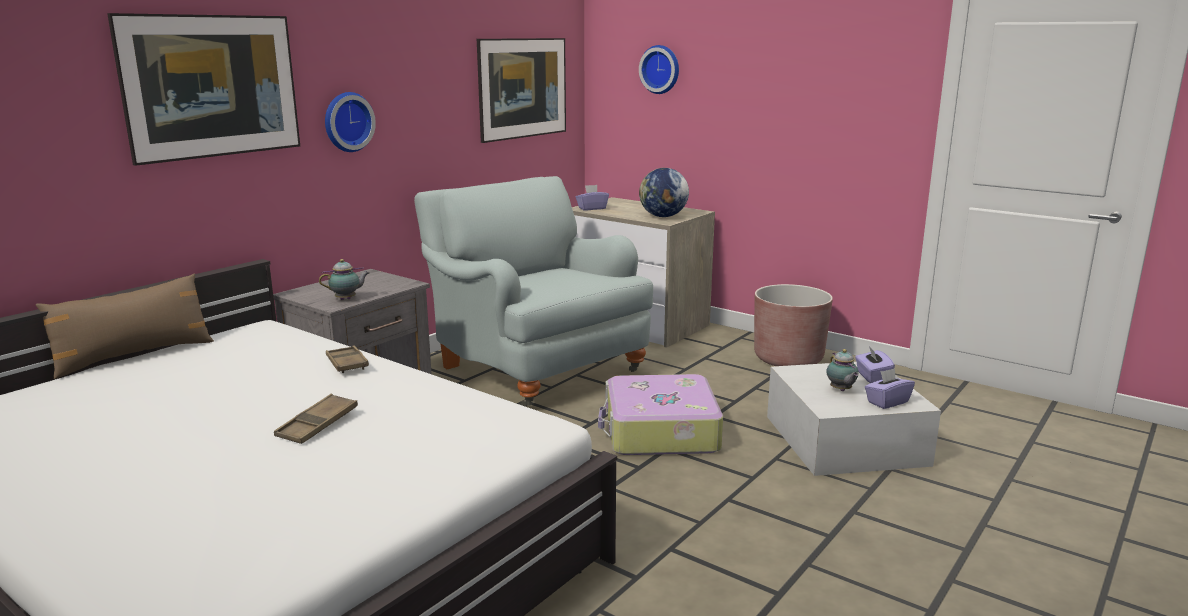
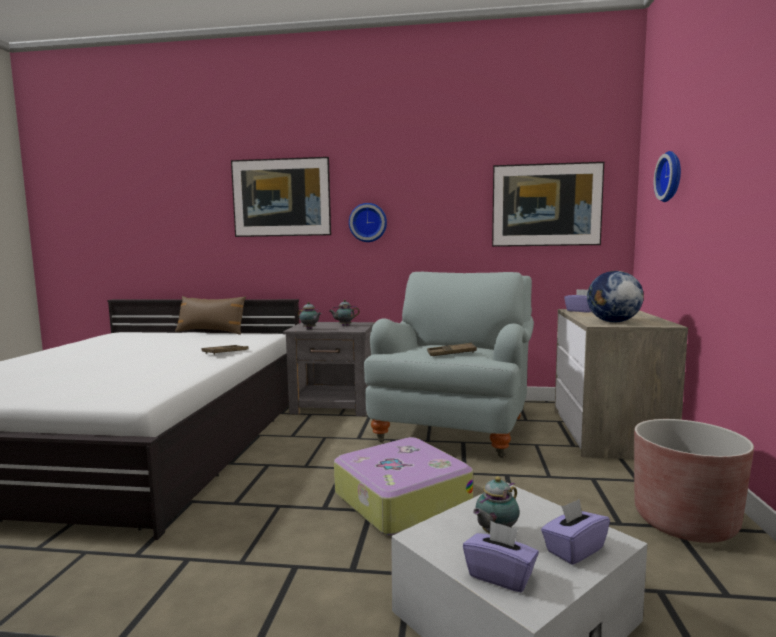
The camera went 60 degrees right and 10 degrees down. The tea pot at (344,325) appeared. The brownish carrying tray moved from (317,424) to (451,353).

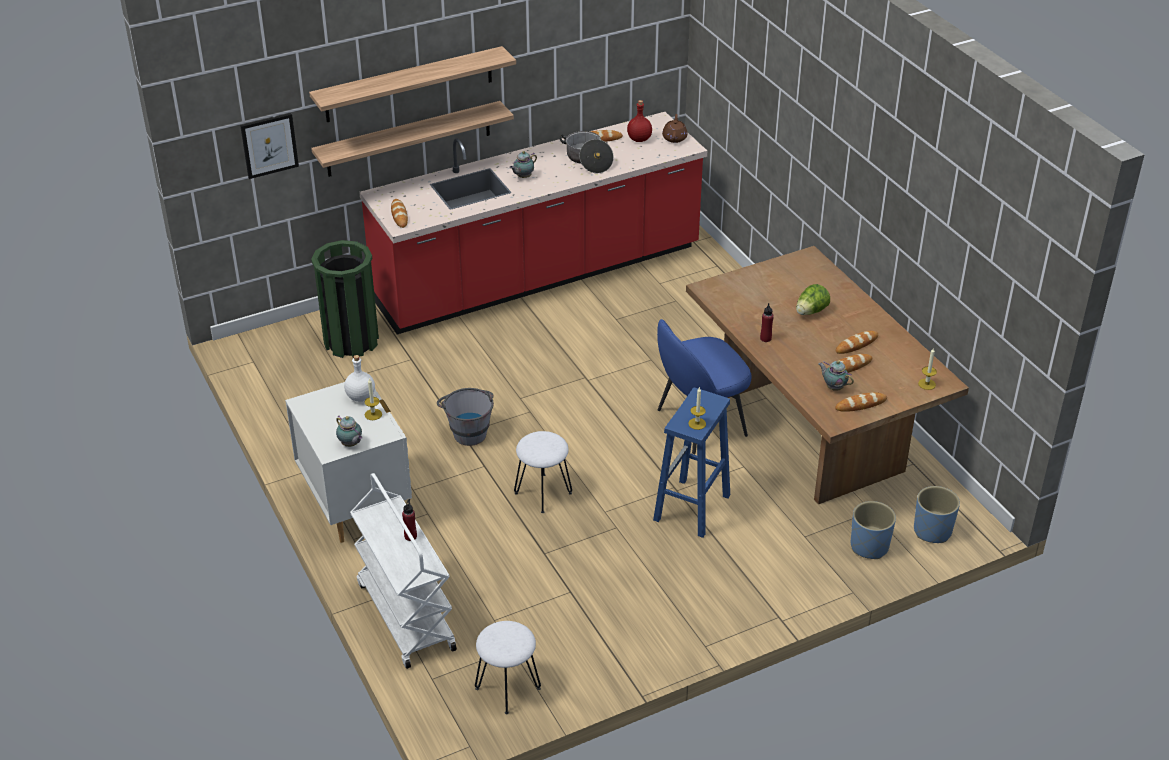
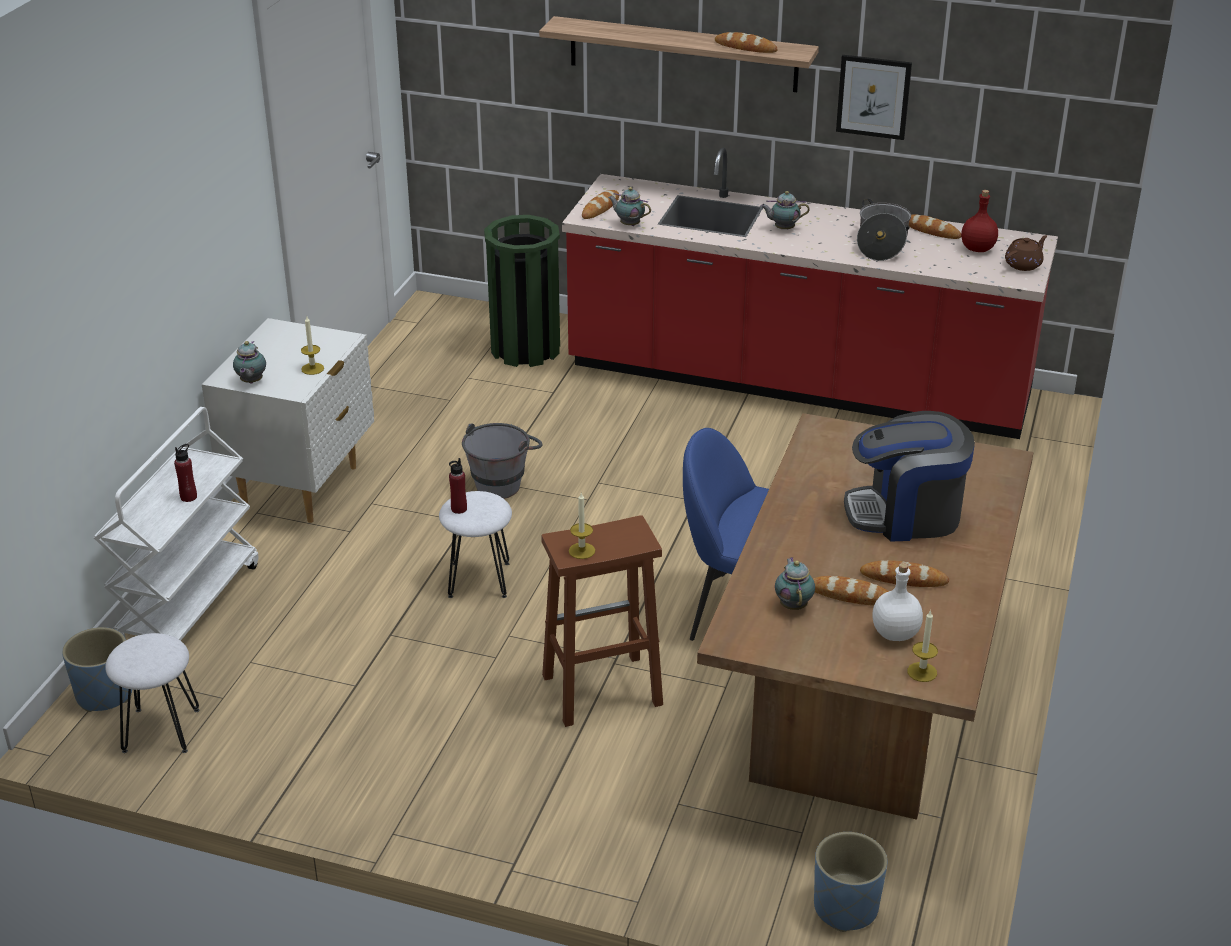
The camera went 45 degrees right and 5 degrees down. The wall shelf at (409,139) disappeared. The tea pot at (629,224) appeared. The picture moved from (269,145) to (873,96). The white-coloured beverage bottle moved from (361,397) to (895,634). The red beverage bottle moved from (765,338) to (459,509). The bakery bread moved from (860,404) to (745,47). The blue-coloured flower pot moved from (869,546) to (104,695). The lettuce head at (811,312) was replaced by the coffee maker at (905,514). The blue-coloured stool seat at (691,508) became the brownish stool seat at (600,691).

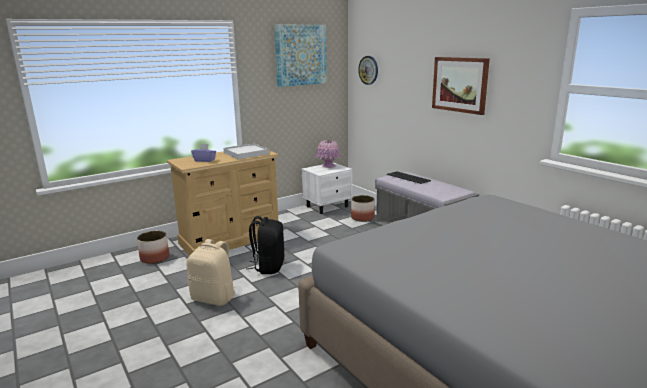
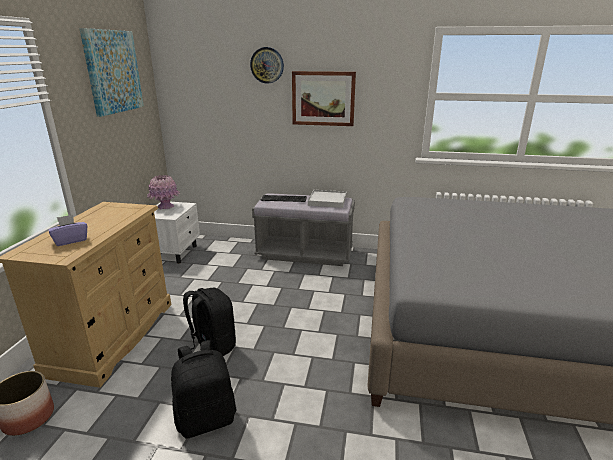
The camera went 45 degrees left and 5 degrees up. The flower pot at (362,218) disappeared. The white-coloured carrying tray moved from (246,153) to (327,201). The clock on the wall moved from (368,70) to (267,65). The sand-coloured rucksack at (214,298) became the blackish rucksack at (206,419).

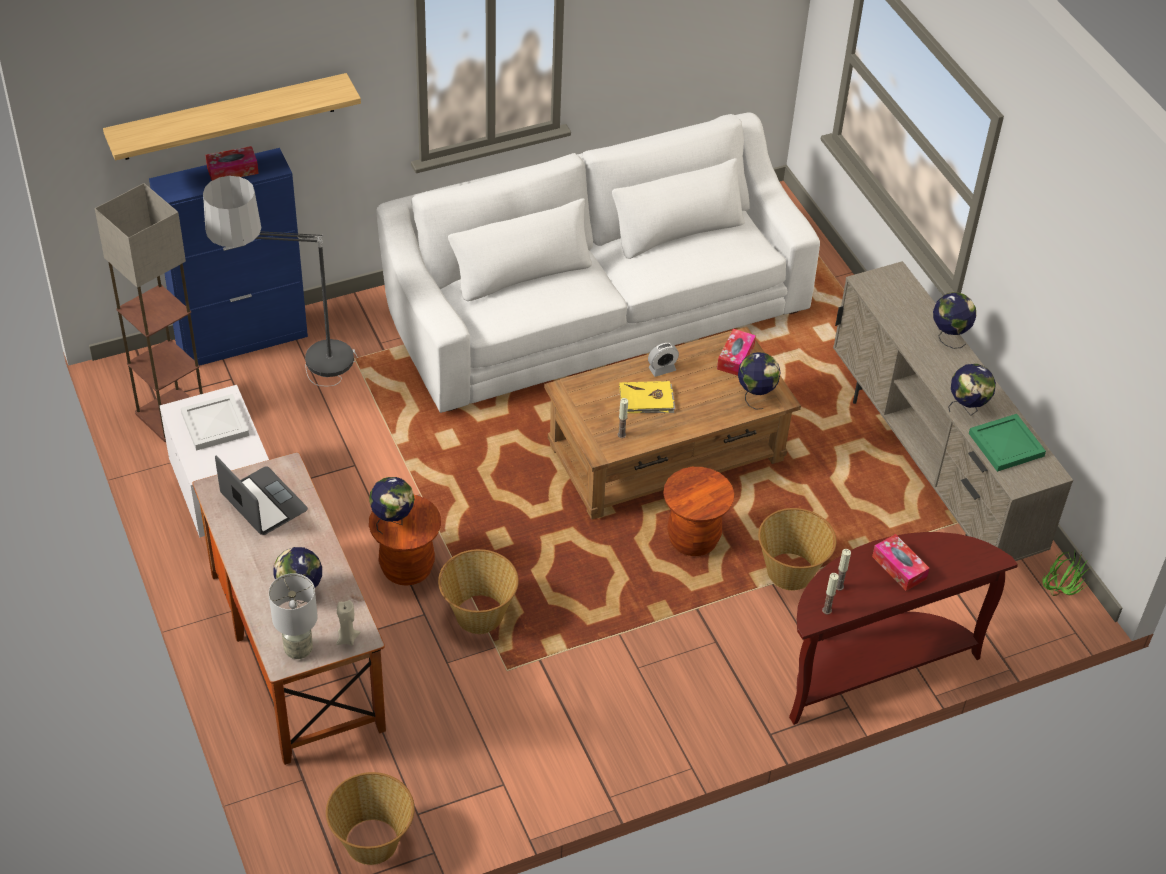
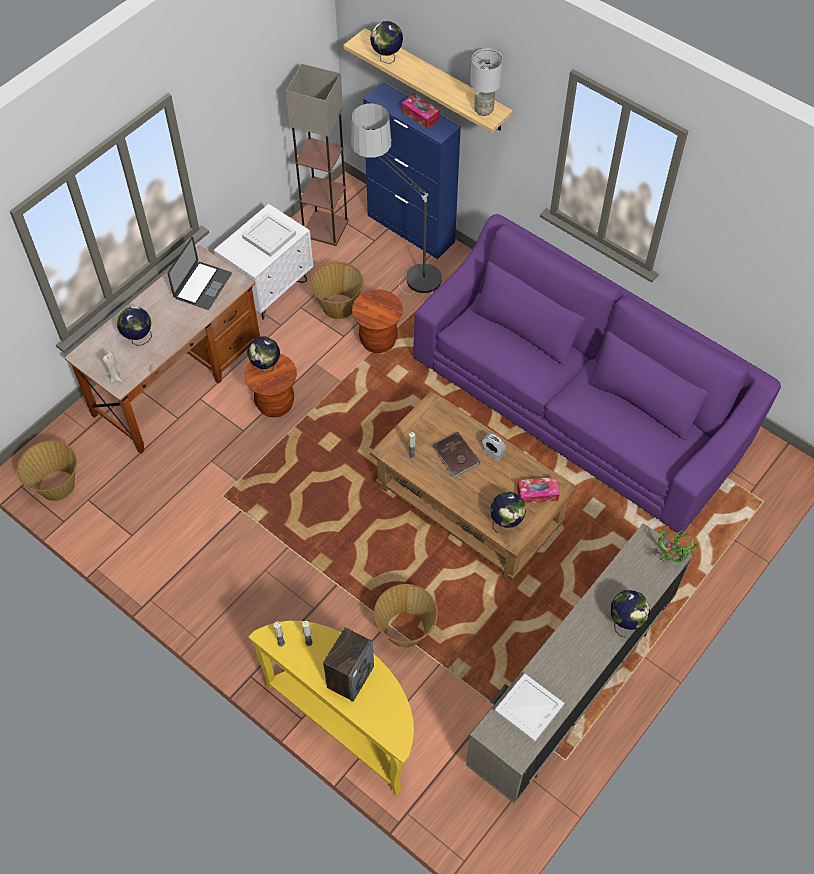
The camera went 65 degrees right and 10 degrees up. The greyish lamp for a table moved from (298,650) to (483,110). The storage basket moved from (478,614) to (338,306). The brownish stool seat moved from (693,539) to (378,341). The desk globe moved from (967,409) to (387,58). The potted plant moved from (1060,593) to (670,561). The tissue holder at (899,568) was replaced by the speaker at (350,676). The white-coloured couch at (597,311) became the purplish couch at (579,403). The yellow-coloured book at (646,400) became the brownish book at (455,456). The brownish hall table at (873,667) became the yellow-coloured hall table at (347,721). The green carrying tray at (1007,445) became the white-coloured carrying tray at (529,710).

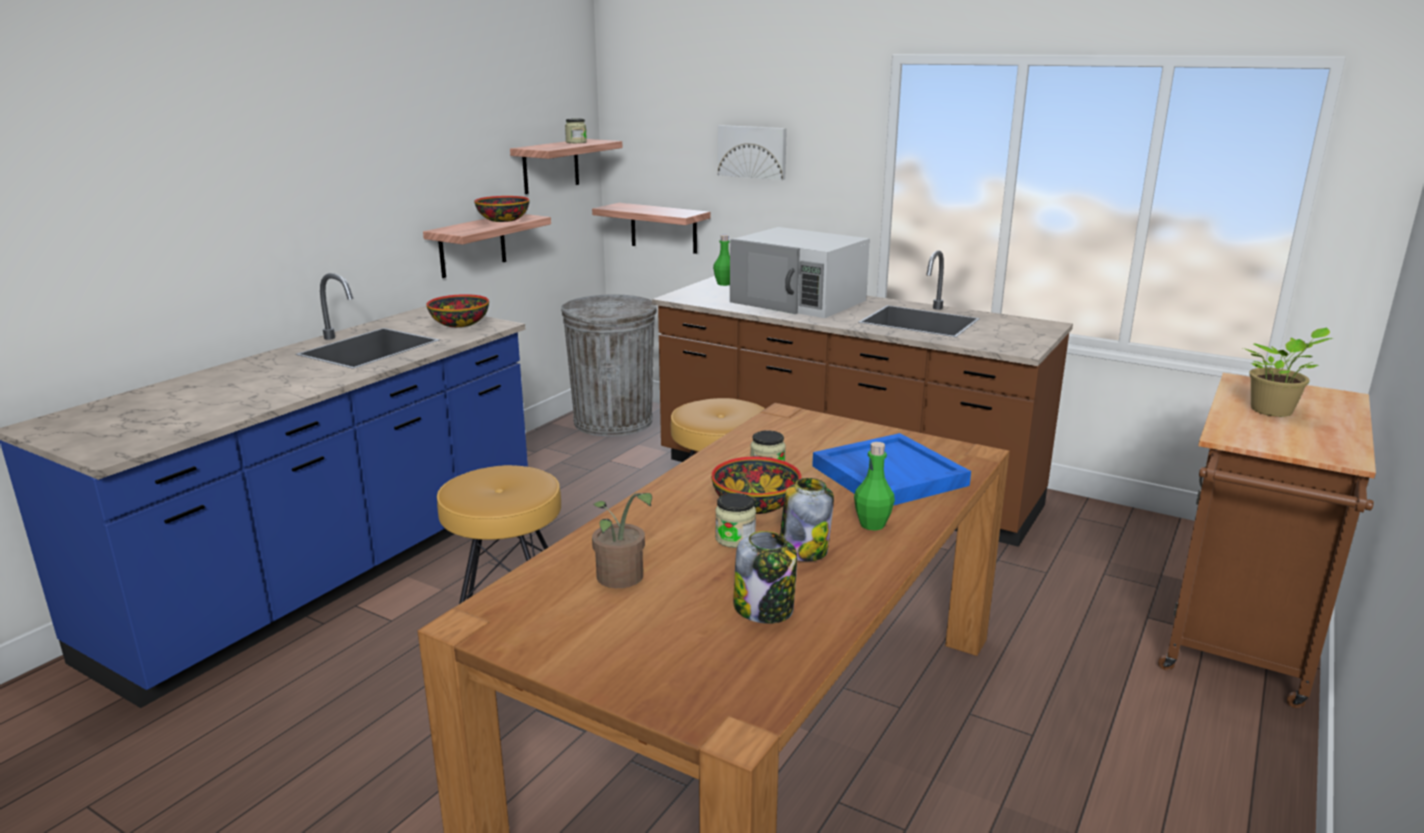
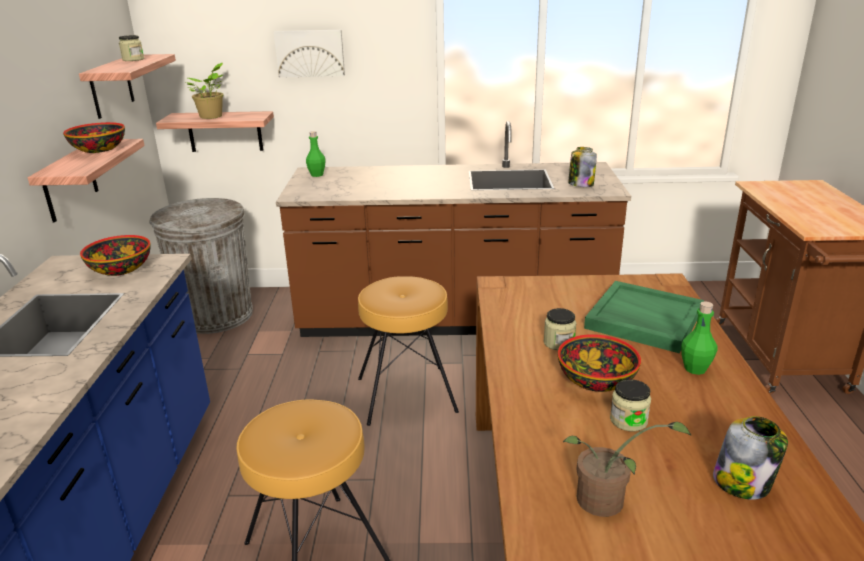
The camera went 30 degrees left and 5 degrees up. The white-coloured microwave oven at (799,301) disappeared. The jar moved from (804,550) to (580,184). The potted plant moved from (1274,411) to (212,116). The blue-coloured carrying tray at (887,475) became the green carrying tray at (642,320).

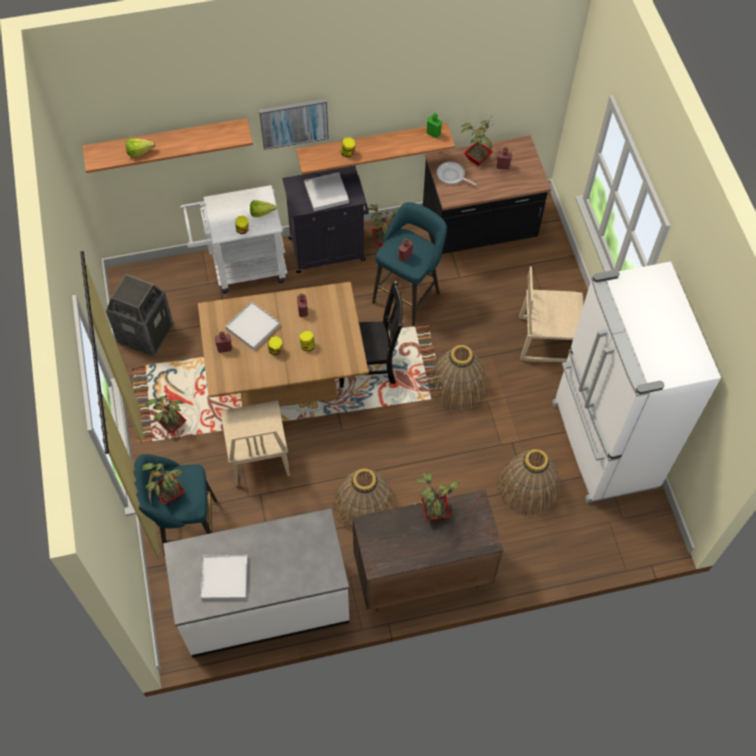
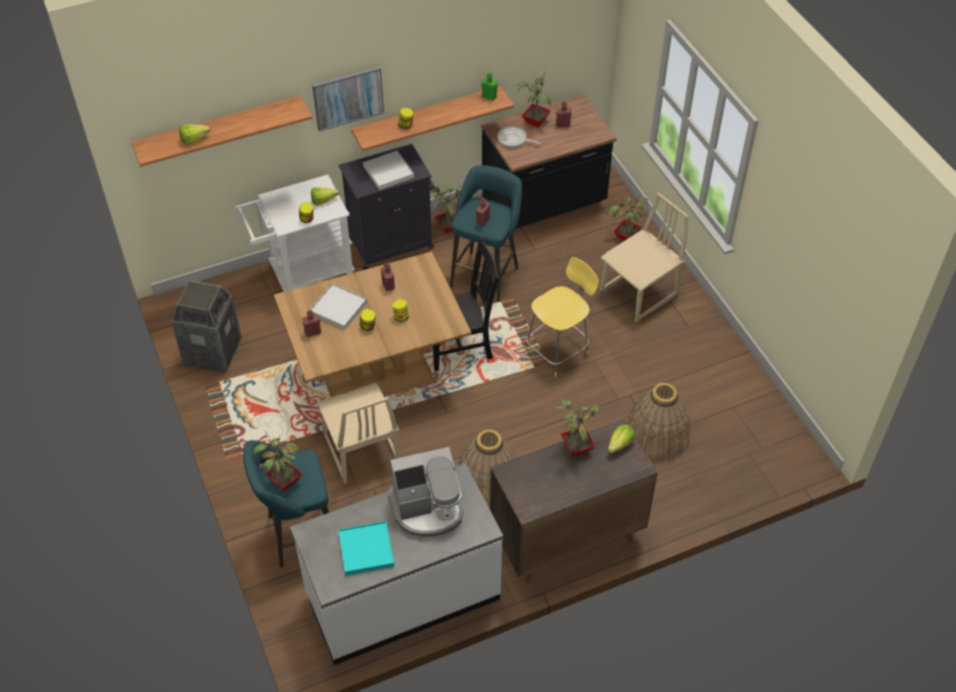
The camera went 10 degrees left and 10 degrees down. The white-coloured refrigerator at (602,445) disappeared. The coffee maker at (428,508) appeared. The lettuce head at (620,444) appeared. The potted plant moved from (172,426) to (626,238). The storage basket at (457,385) was replaced by the yellow-coloured stool seat at (558,350). The white-coloured carrying tray at (225,578) became the blue-green carrying tray at (366,550). The sand-coloured chair at (546,339) turned 150 degrees clockwise.

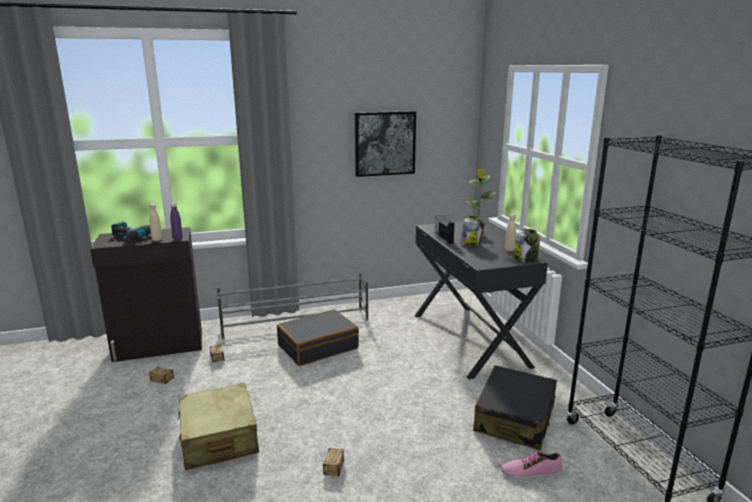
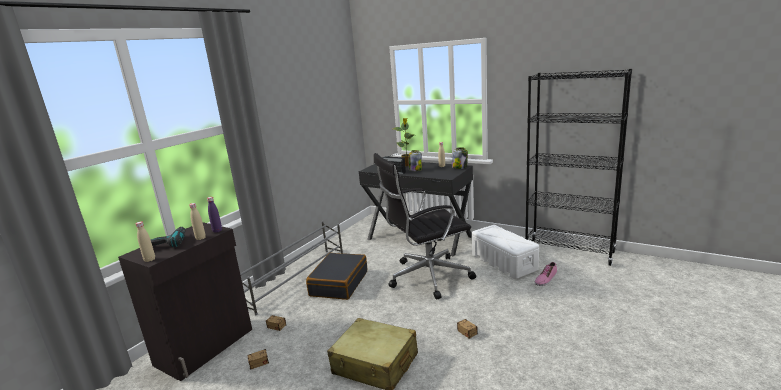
The camera went 40 degrees left and 0 degrees up. The picture at (384,143) disappeared. The sand-coloured beverage bottle at (149,260) appeared. The blackish office chair at (427,277) appeared. The blackish travel case at (515,419) was replaced by the white-coloured storage container at (503,262).

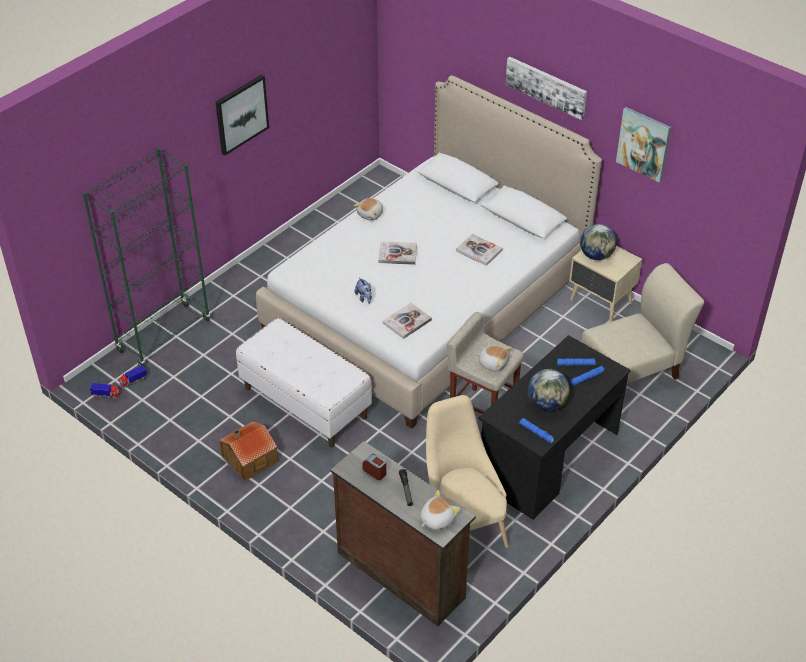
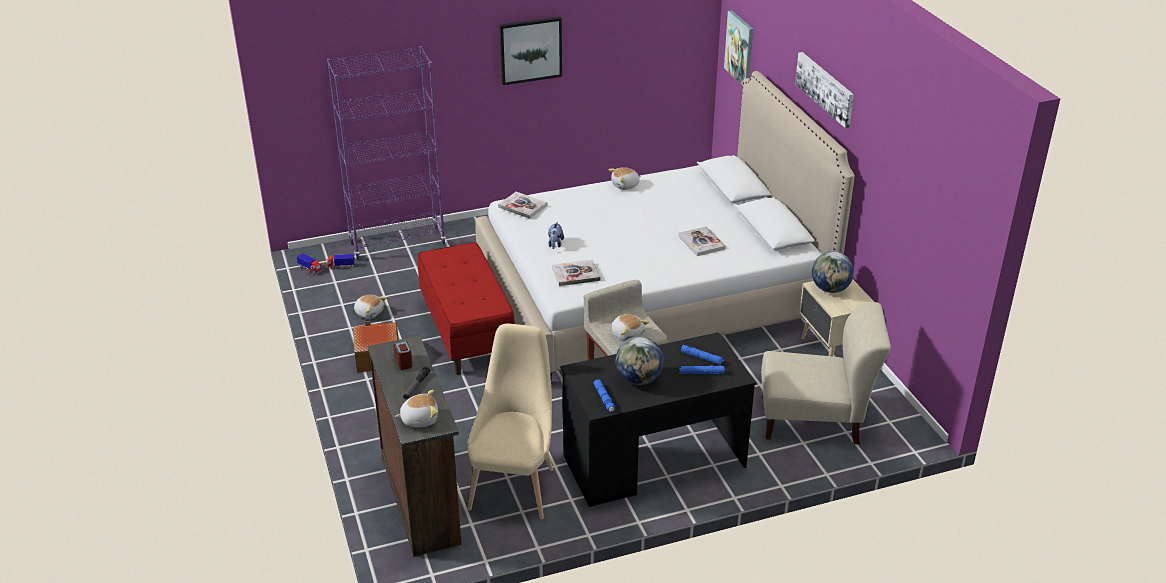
The camera went 30 degrees right and 10 degrees down. The cuddly toy at (369,312) appeared. The book moved from (397,254) to (522,206). The picture moved from (644,143) to (740,48). The green bookshelf at (164,335) became the purplish bookshelf at (397,242). The white-coloured bench at (306,402) became the red bench at (467,332).

